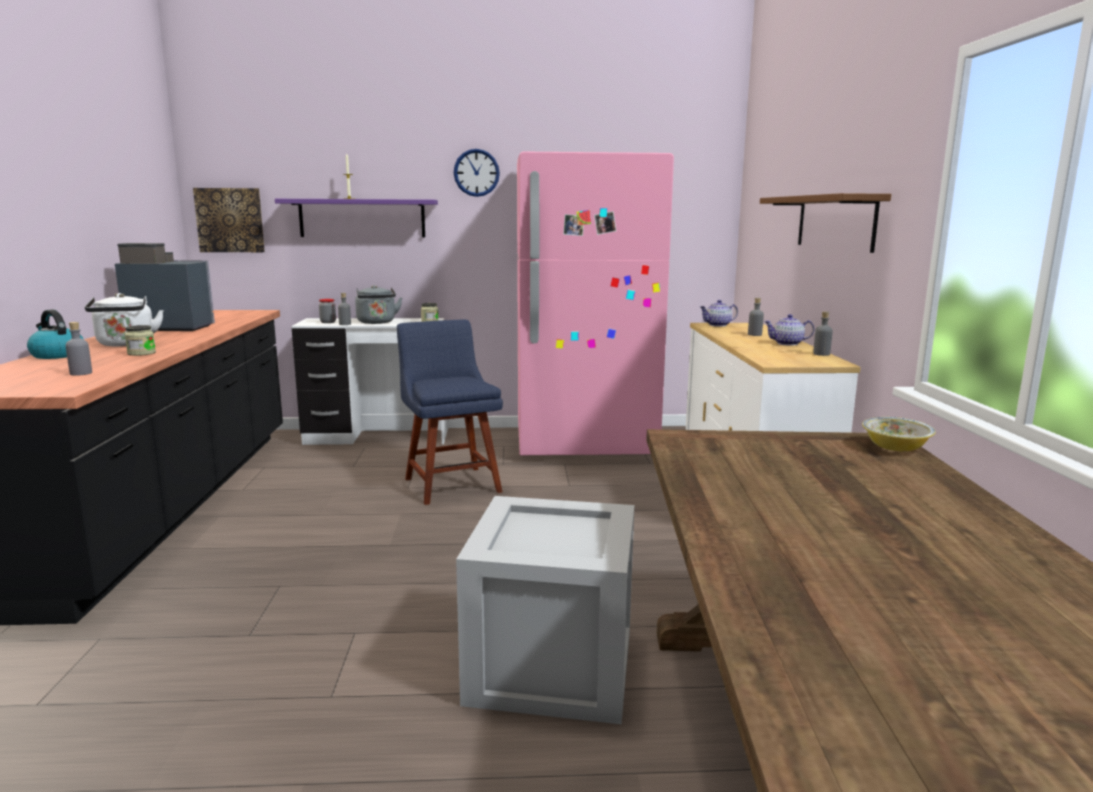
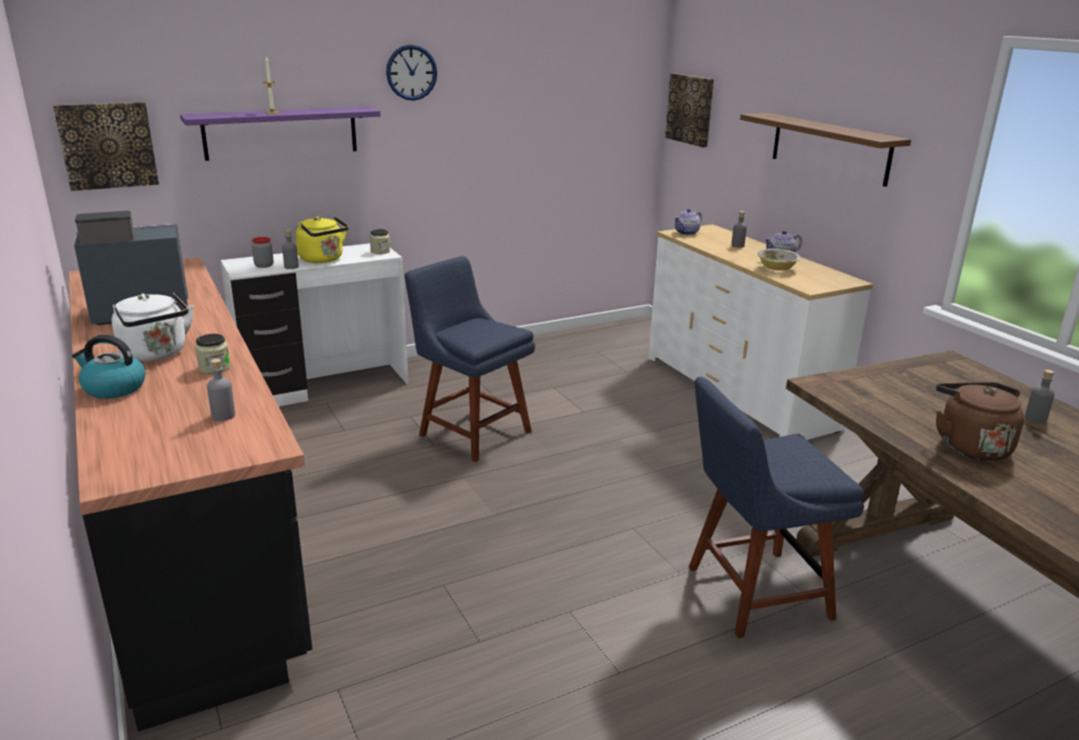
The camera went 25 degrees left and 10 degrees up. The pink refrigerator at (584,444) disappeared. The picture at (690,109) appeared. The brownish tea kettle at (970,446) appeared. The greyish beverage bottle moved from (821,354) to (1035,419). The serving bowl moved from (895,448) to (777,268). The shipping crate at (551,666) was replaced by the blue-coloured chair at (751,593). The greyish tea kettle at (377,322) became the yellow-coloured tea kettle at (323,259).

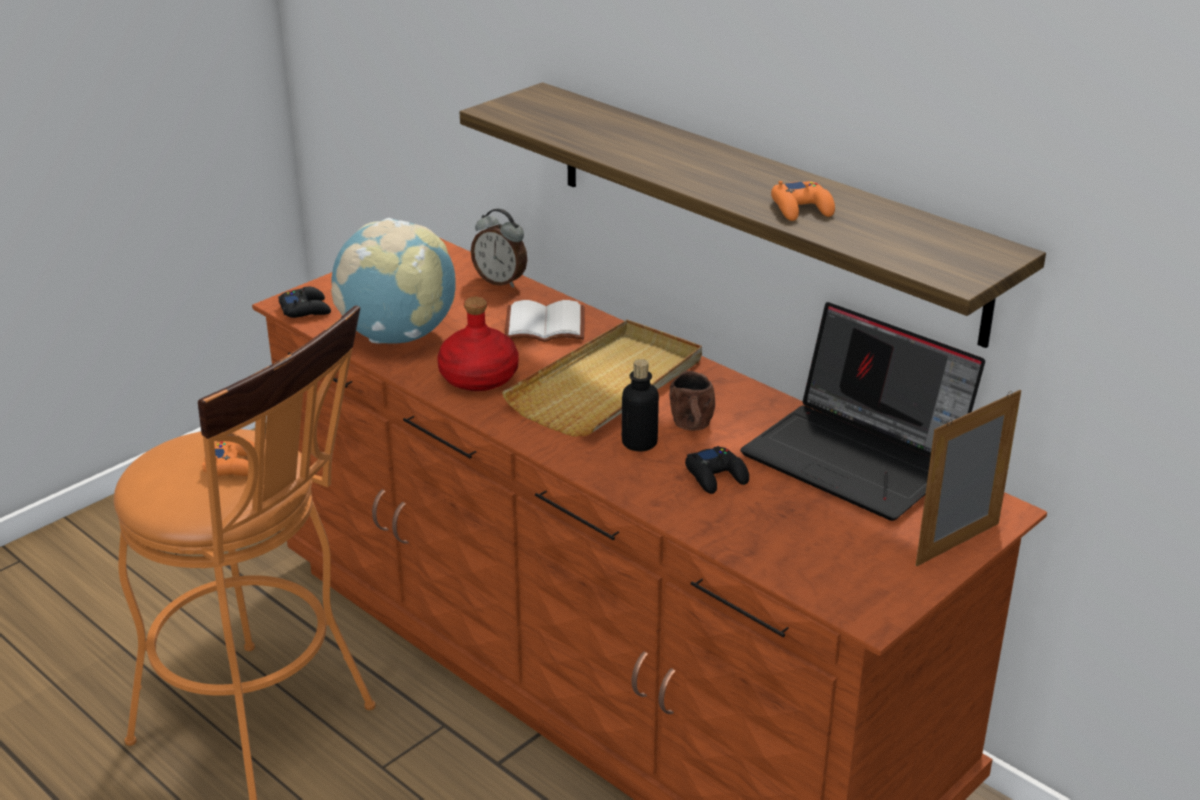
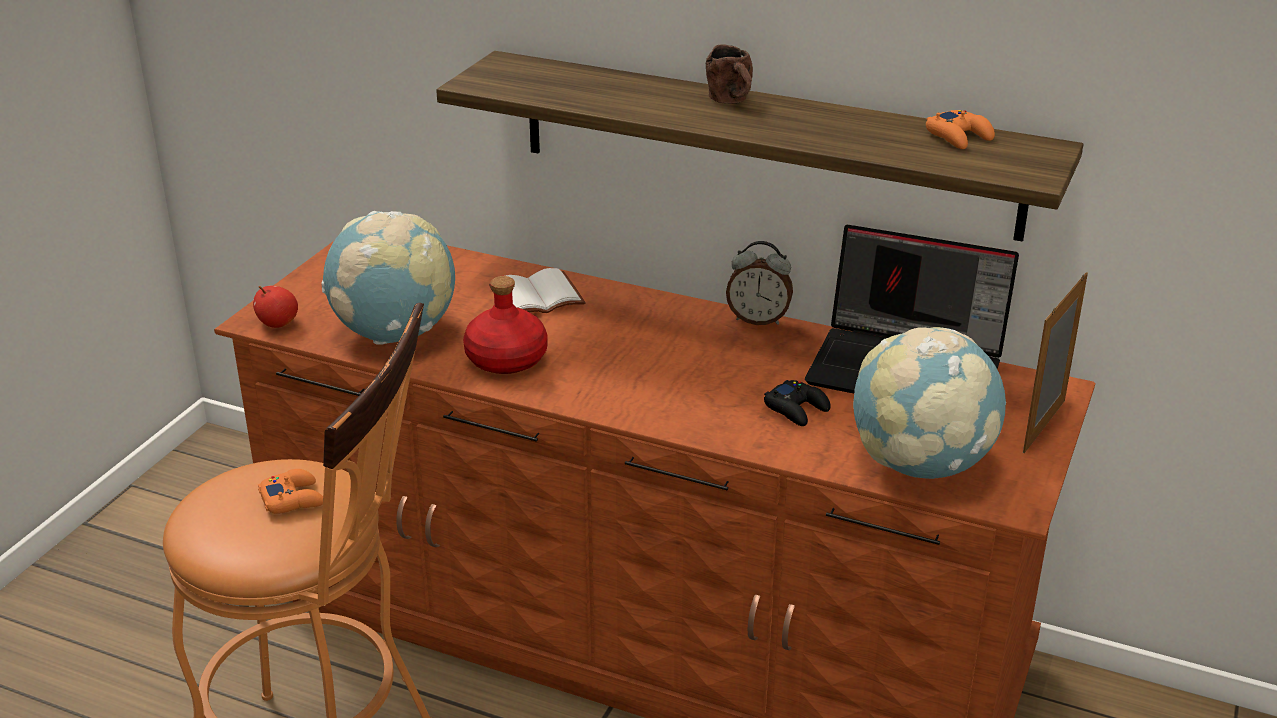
The camera went 20 degrees left and 0 degrees up. The sand-coloured carrying tray at (608,384) disappeared. The beverage bottle at (639,443) disappeared. The desk globe at (921,465) appeared. The bedside clock moved from (501,281) to (758,319). The brownish tea mug moved from (692,428) to (733,102). The orange-coloured game controller moved from (802,208) to (959,136). The blackish game controller at (305,309) was replaced by the apple at (278,324).

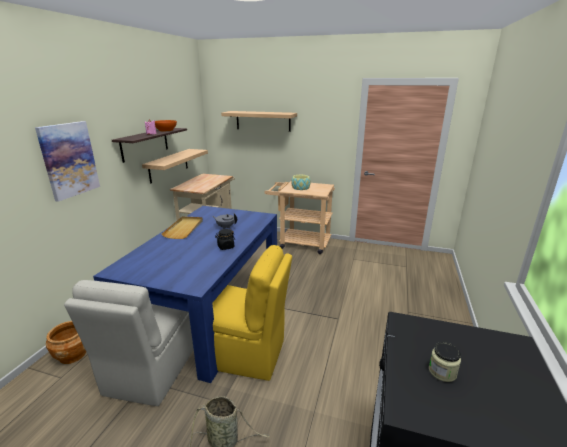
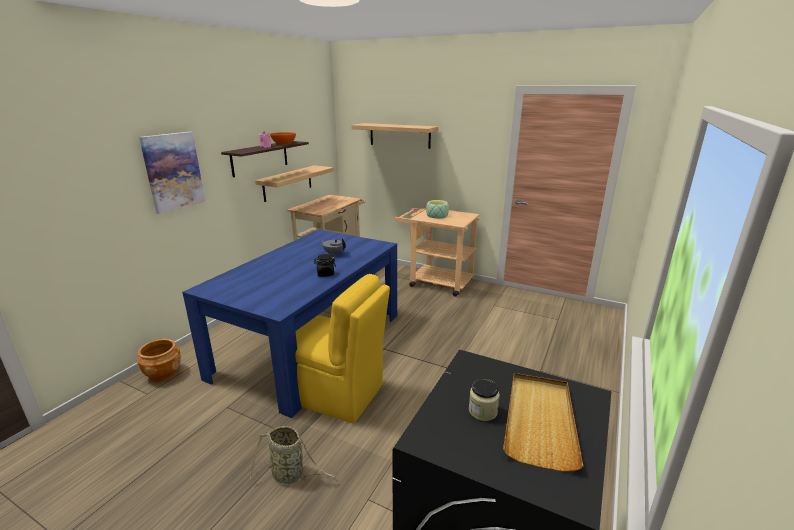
The camera went 10 degrees right and 0 degrees up. The sand-coloured chair at (150,371) disappeared. The sand-coloured carrying tray moved from (184,229) to (539,420).

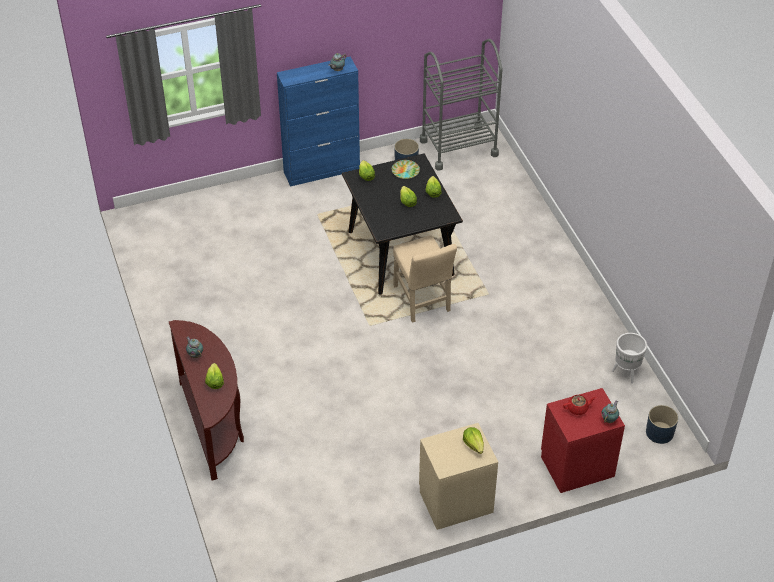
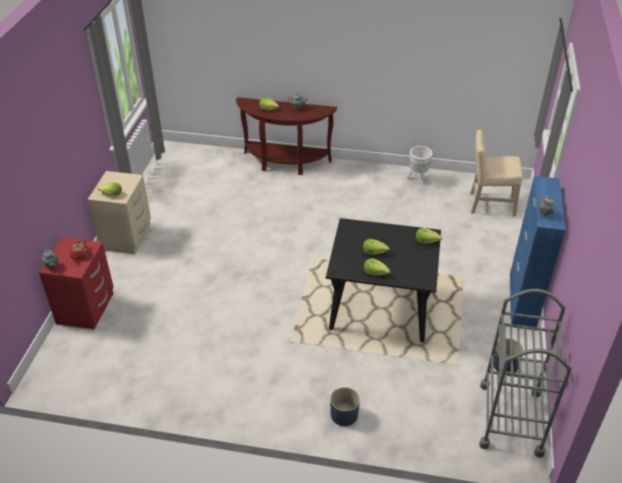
The camera went 120 degrees right and 5 degrees down. The flat dish at (405,171) disappeared. The sand-coloured chair moved from (422,301) to (489,204). The white-coloured flower pot moved from (626,373) to (417,179). The blue-coloured flower pot moved from (660,432) to (344,415).

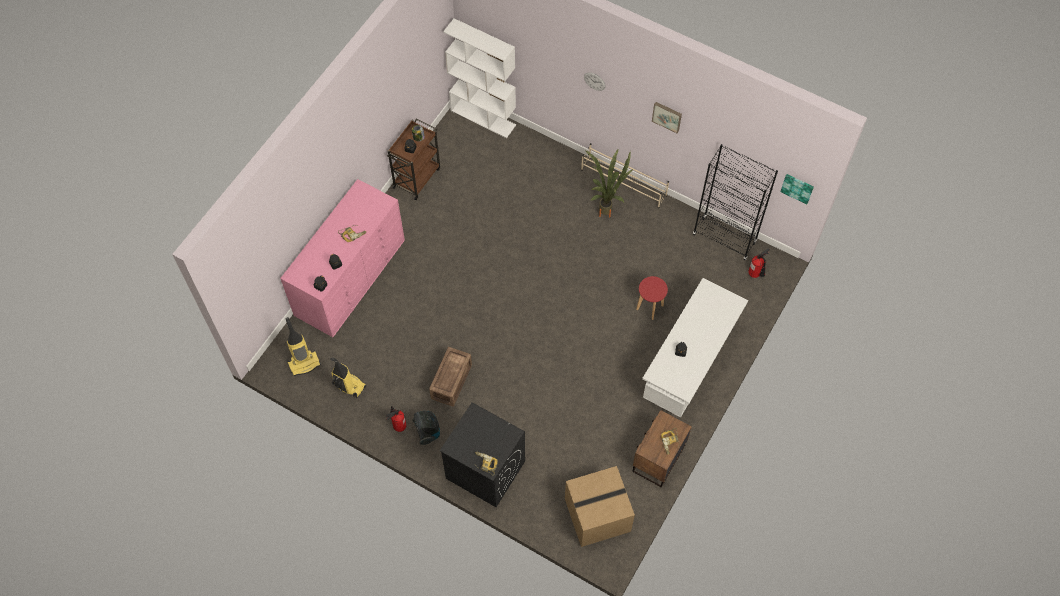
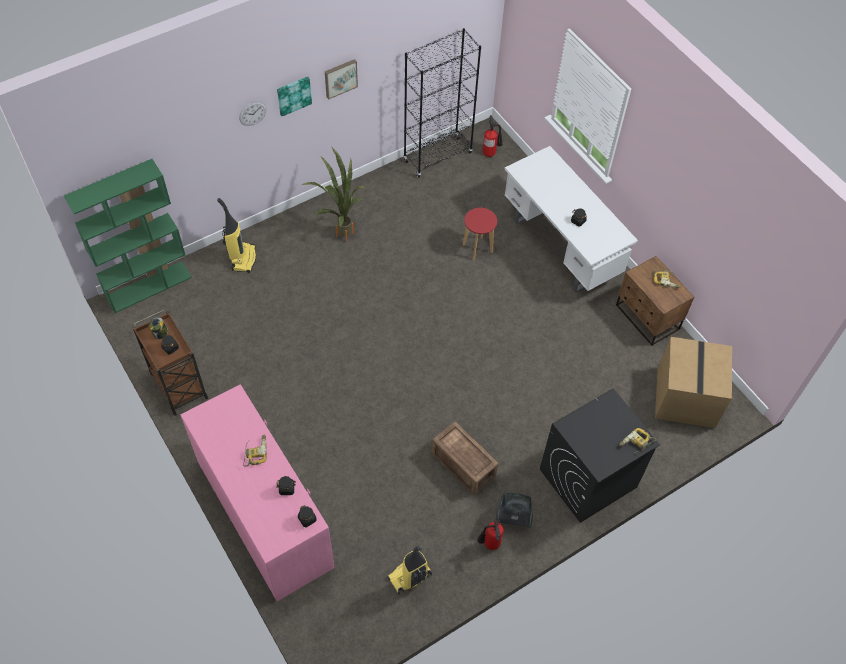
The camera went 65 degrees left and 5 degrees down. The sand-coloured shoe rack at (623,183) disappeared. The vacuum moved from (304,363) to (243,258). The picture moved from (797,188) to (293,95). The white-coloured bookshelf at (483,117) became the green bookshelf at (149,286).

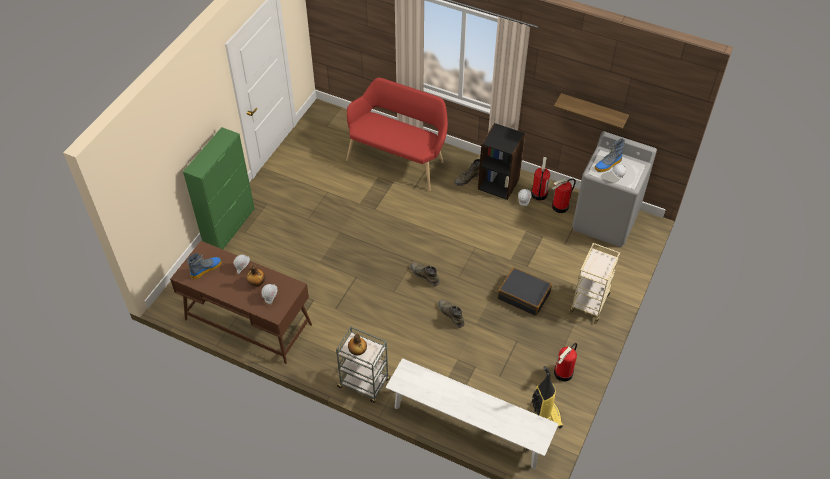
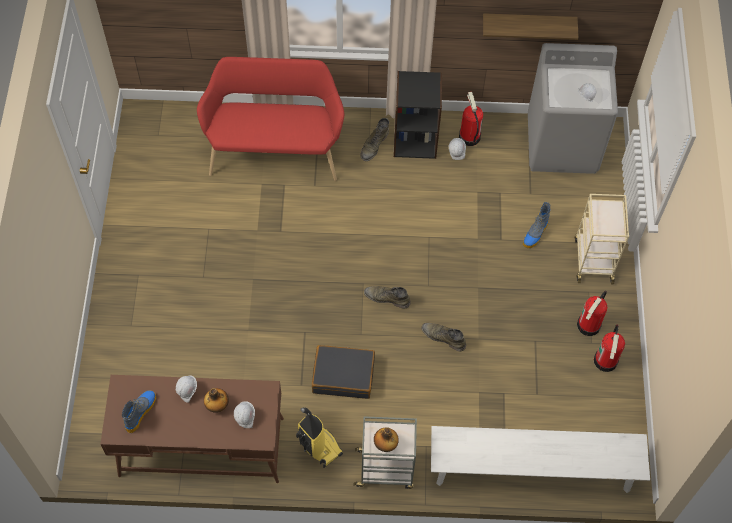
The camera went 25 degrees left and 10 degrees up. The green storage cabinet at (229,226) disappeared. The blackish travel case moved from (524,295) to (343,375). The vacuum moved from (545,414) to (318,445). The fire extinguisher moved from (560,207) to (589,325). The high-top boot moved from (608,164) to (535,234).

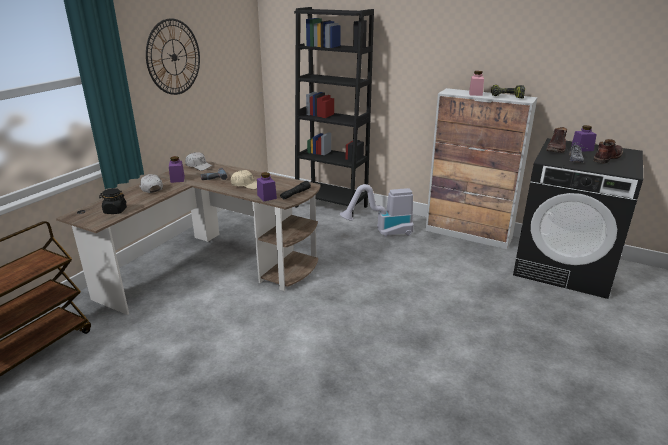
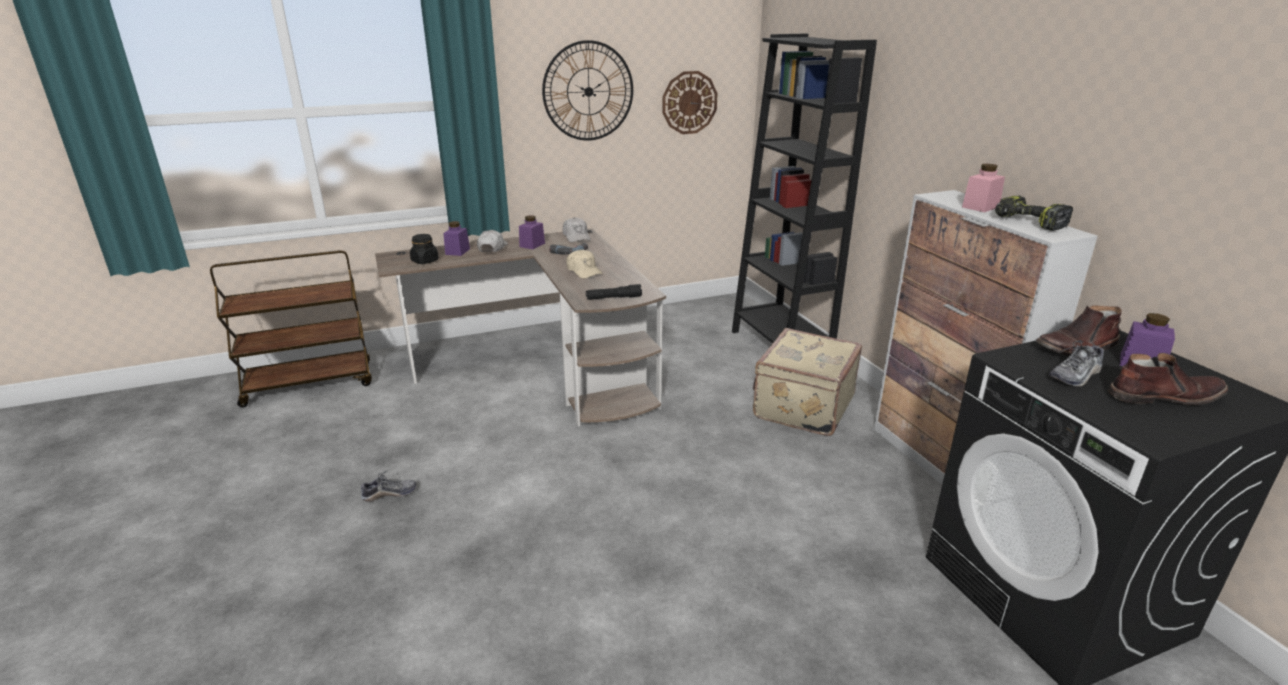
The camera went 40 degrees right and 0 degrees up. The low shoe at (389,494) appeared. The clock on the wall at (689,102) appeared. The purplish jar moved from (267,197) to (457,251). The vacuum at (382,232) was replaced by the sand-coloured travel case at (801,407).

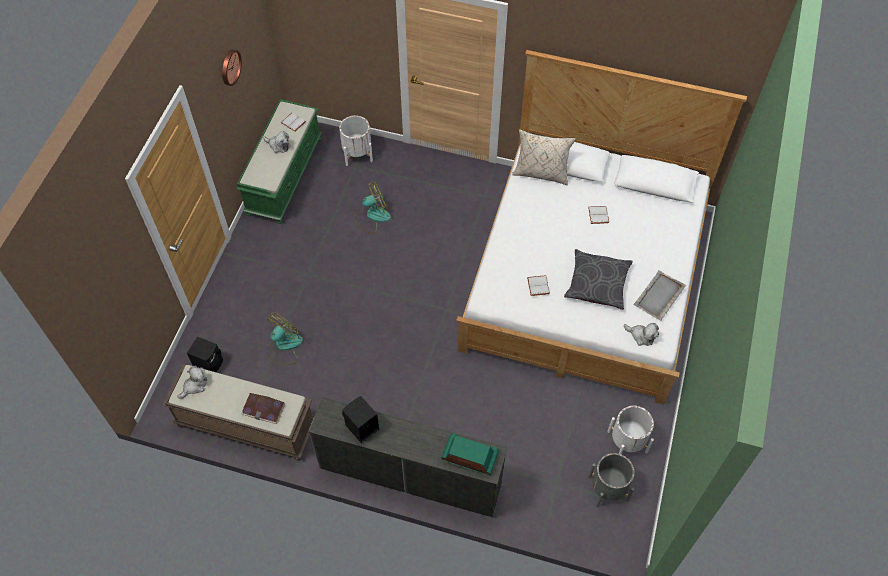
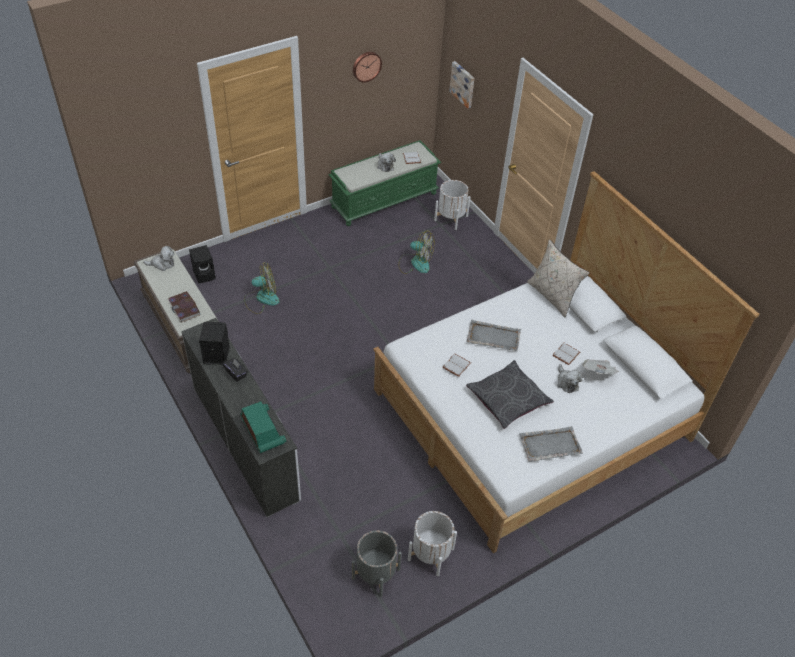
The camera went 40 degrees right and 10 degrees down. The blackish tissue holder at (236,373) appeared. The picture at (463,84) appeared. The greyish carrying tray at (493,337) appeared. The newspaper at (598,372) appeared. The cuddly toy moved from (641,336) to (567,382).

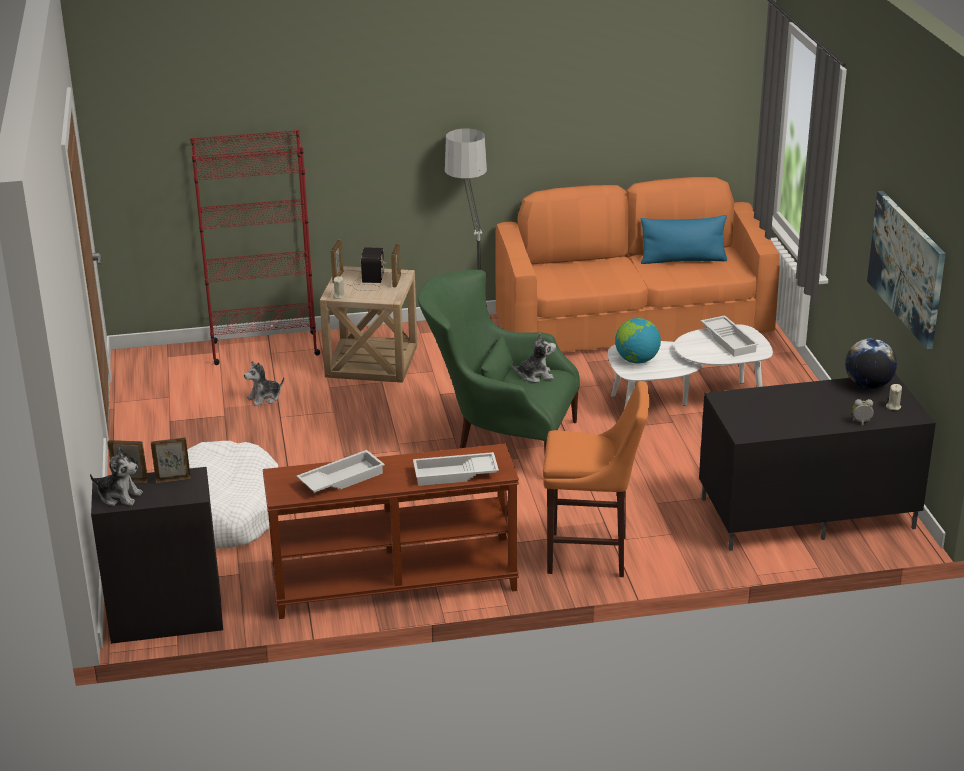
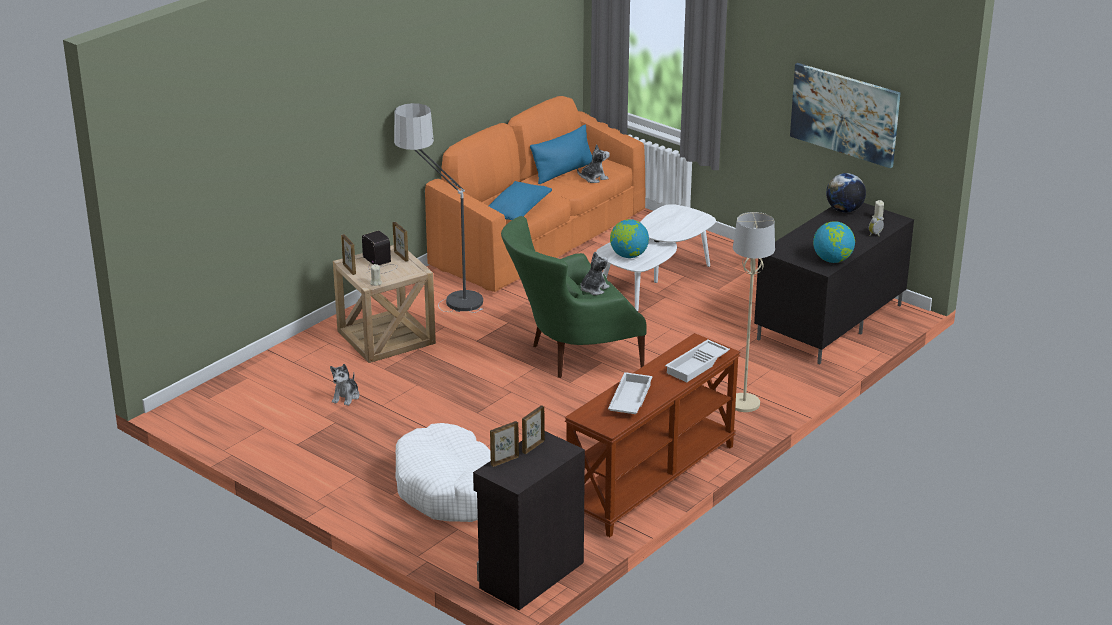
The camera went 40 degrees left and 0 degrees up. The red bookshelf at (264,348) disappeared. The white-coloured carrying tray at (730,340) disappeared. The blue-coloured throw pillow at (516,212) appeared. The desk globe at (832,260) appeared. The cuddly toy moved from (119,496) to (593,178). The orange-coloured stool seat at (592,555) was replaced by the sand-coloured floor lamp at (744,403).

